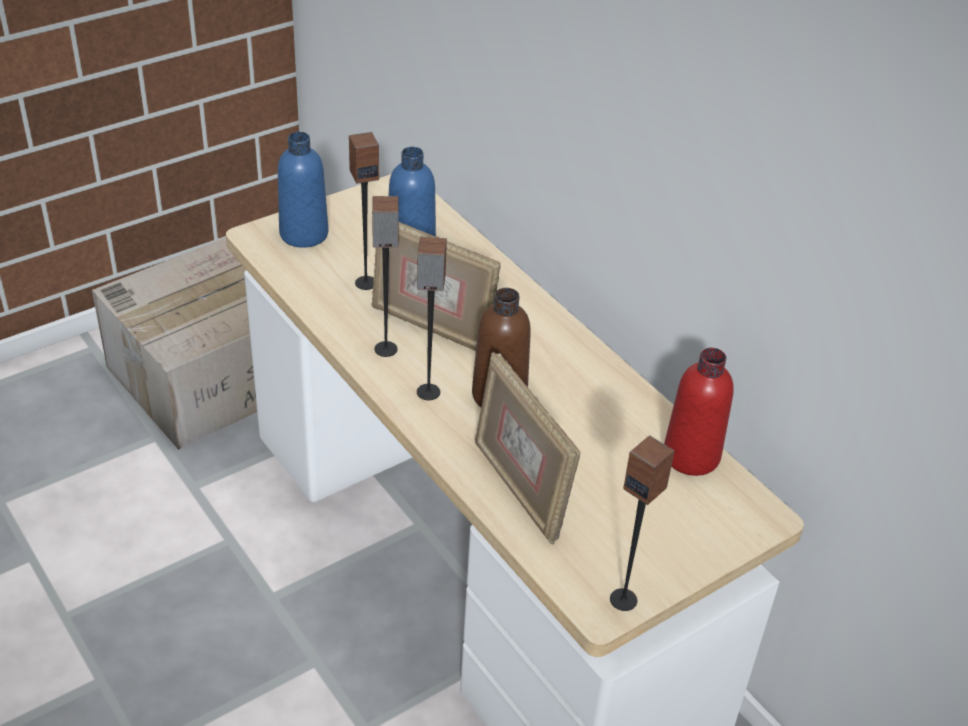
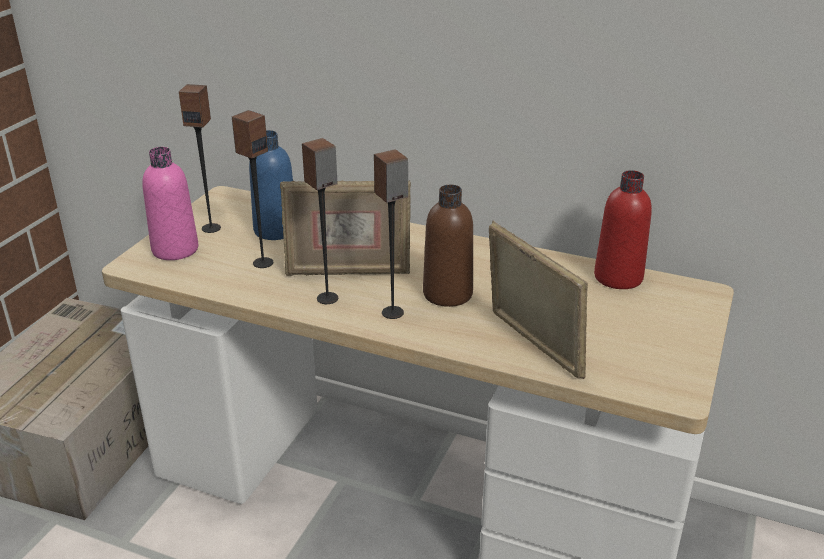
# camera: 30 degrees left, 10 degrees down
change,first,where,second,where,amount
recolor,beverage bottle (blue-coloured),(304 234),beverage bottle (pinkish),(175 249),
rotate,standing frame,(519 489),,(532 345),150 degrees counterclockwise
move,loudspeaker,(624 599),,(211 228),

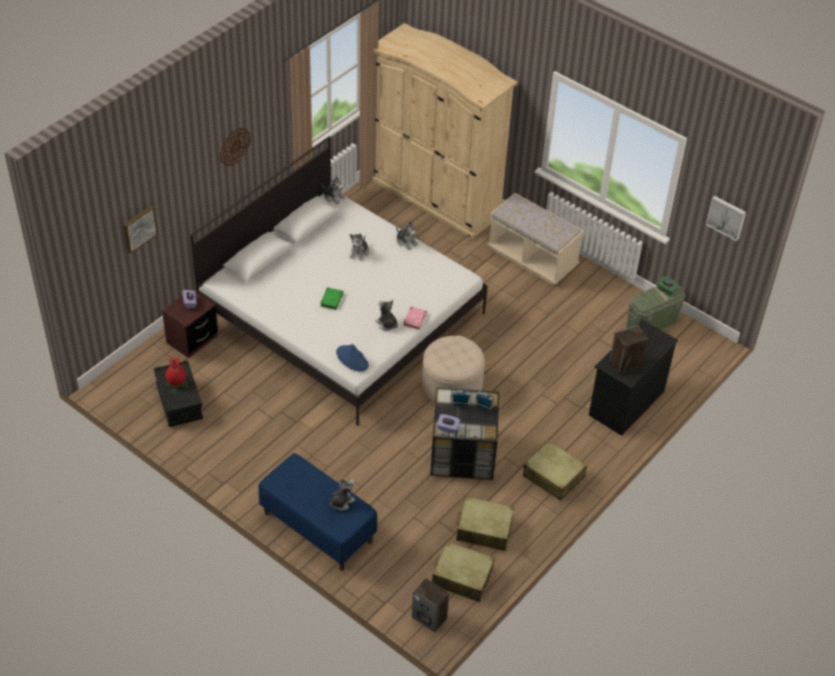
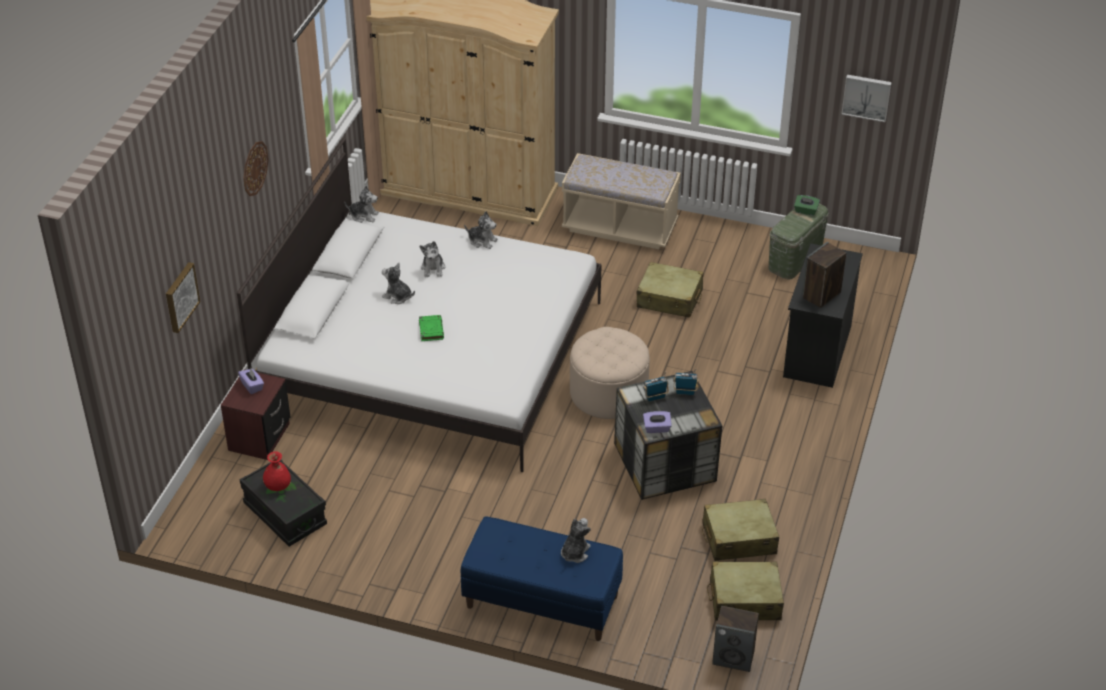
# camera: 20 degrees left, 5 degrees down
change,first,where,second,where,amount
move,cuddly toy,(387 324),,(397 296),
delete,volume (pinkish),(414 319),,,
delete,clothing hat (blue-coloured),(352 359),,,
move,travel case (beige),(553 477),,(669 299),

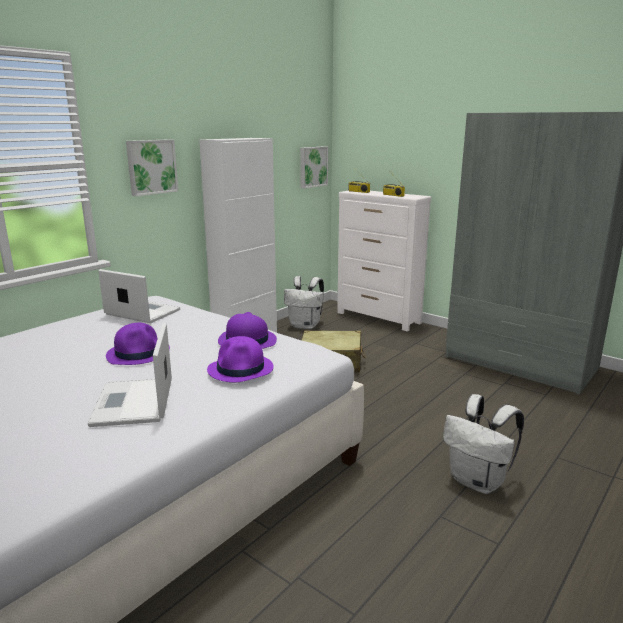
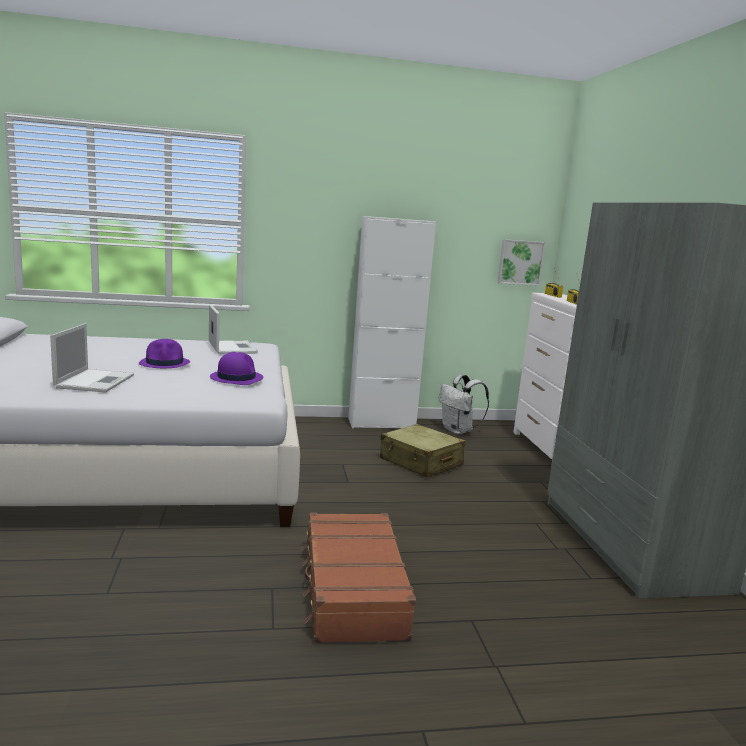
# camera: 40 degrees right, 5 degrees down
change,first,where,second,where,amount
delete,picture,(151 167),,,
rotate,laptop,(133 403),,(95 381),150 degrees clockwise
delete,clothing hat (purplish),(241 369),,,
replace,backpack (white-coloured),(478 482),travel case (brown),(352 590),

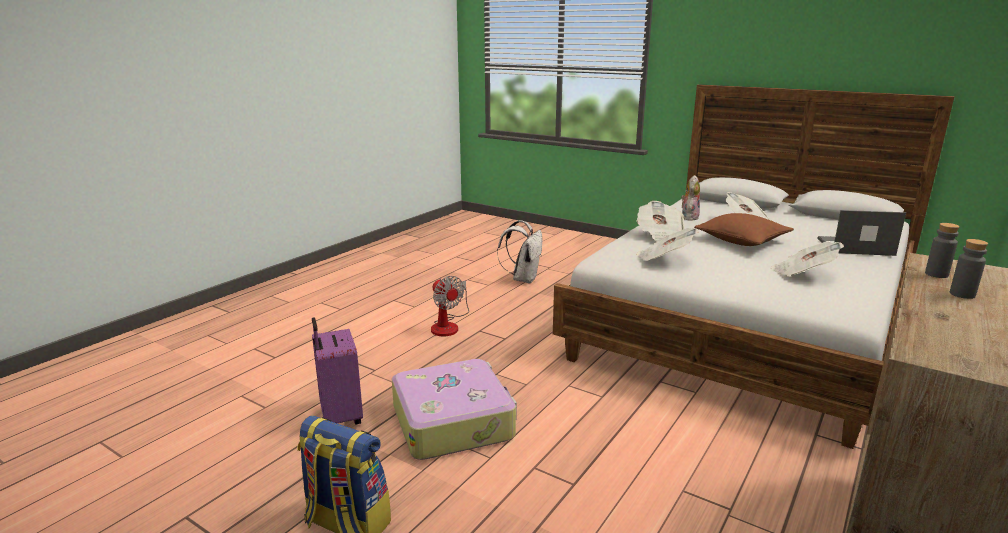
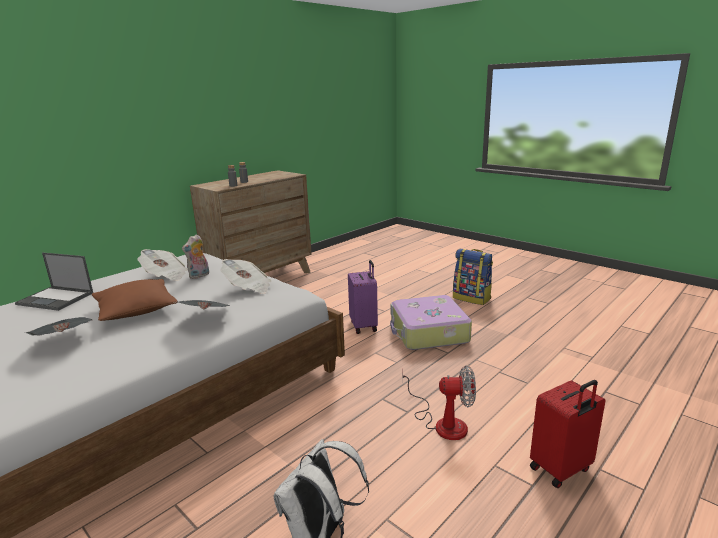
# camera: 170 degrees left, 0 degrees up
change,first,where,second,where,amount
move,cuddly toy,(689 217),,(199 276),
rotate,cooling fan,(448 325),,(442 423),120 degrees clockwise
move,travel case (purplish),(339 417),,(364 326),
insert,,,travel case (red-coloured),(561 469),

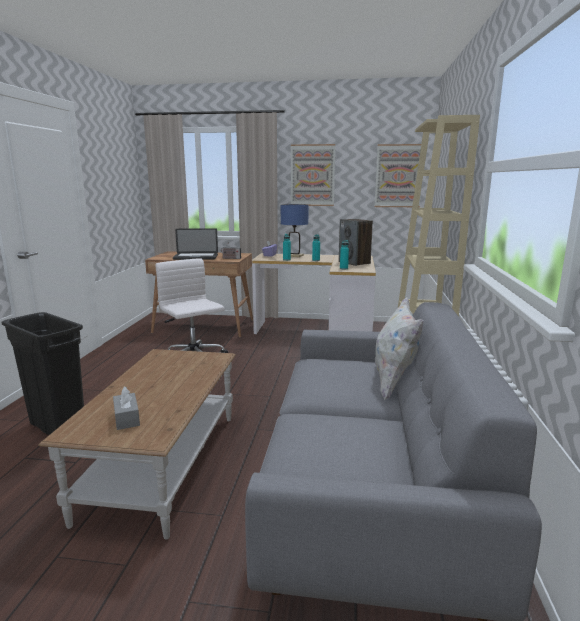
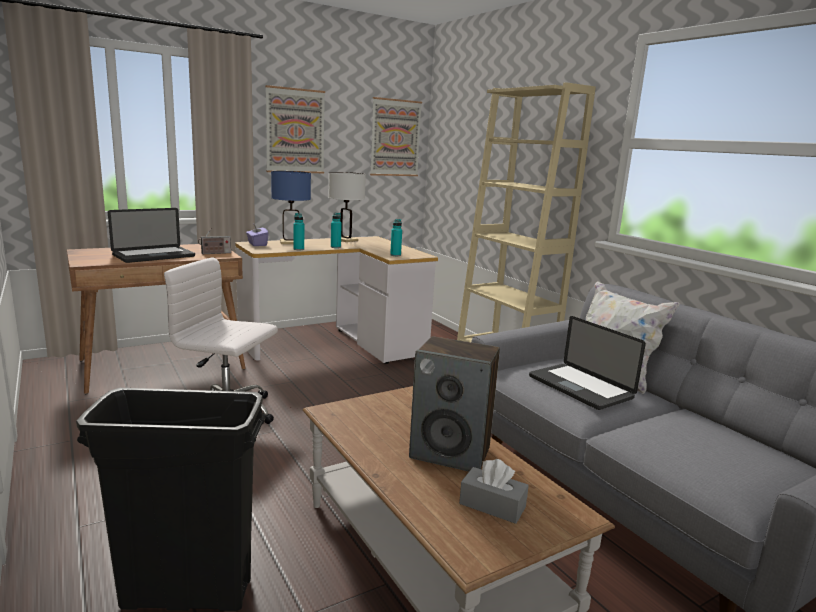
# camera: 40 degrees left, 0 degrees up
change,first,where,second,where,amount
move,loudspeaker,(354 263),,(451 453),
insert,,,tabletop lamp (white-coloured),(345 240),
insert,,,laptop,(580 387),

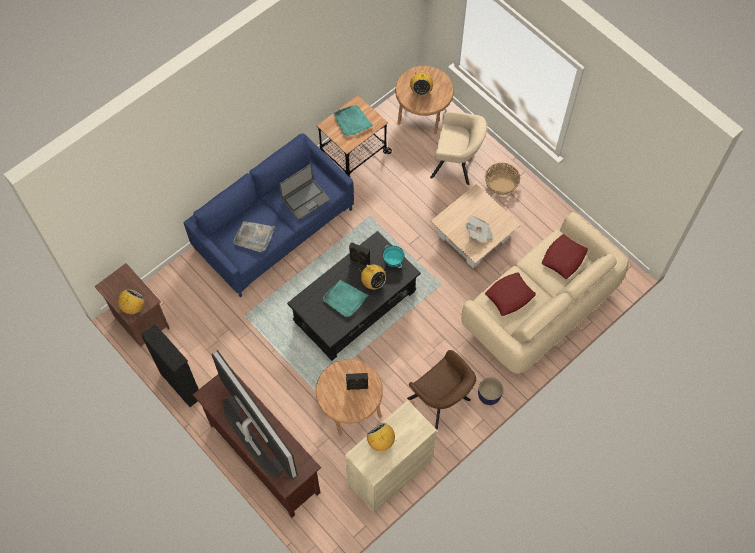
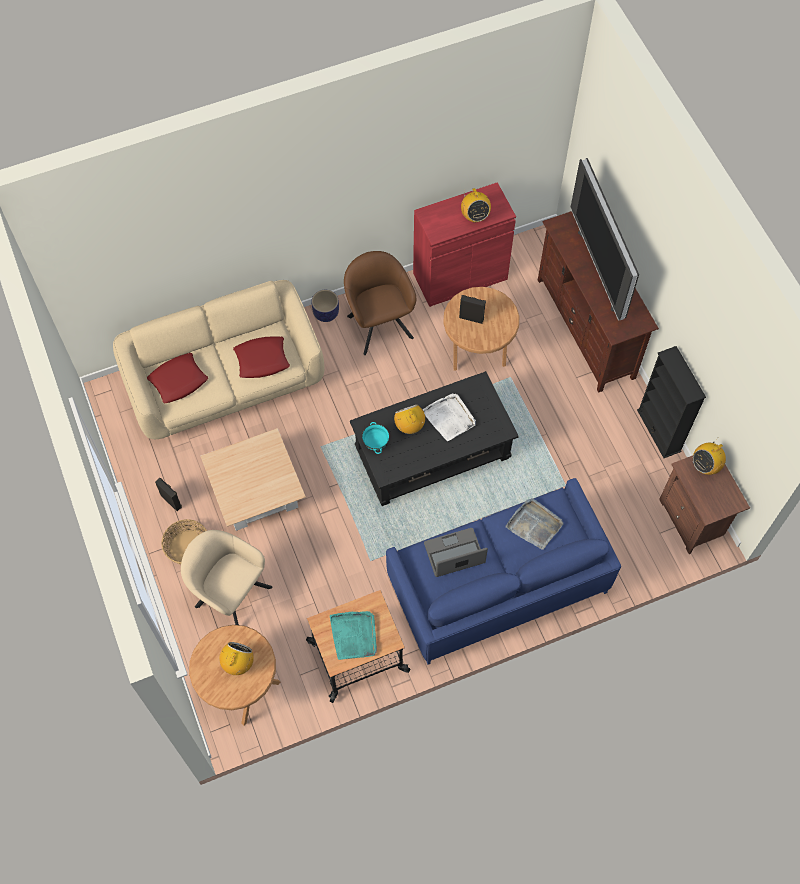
# camera: 160 degrees left, 0 degrees up
change,first,where,second,where,amount
delete,daily paper,(479 233),,,
move,loudspeaker (black),(359 261),,(171 501),
recolor,tray (turquoise),(345 299),tray (white-coloured),(449 418),
recolor,cupboard (beige),(389 472),cupboard (red-coloured),(460 276),

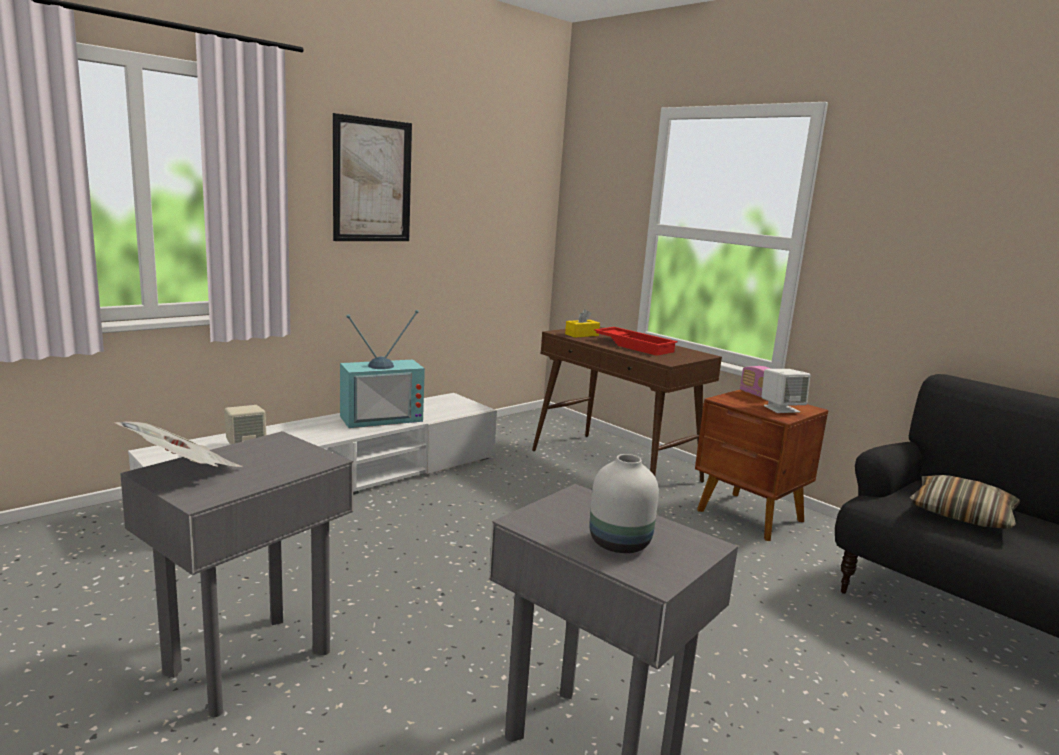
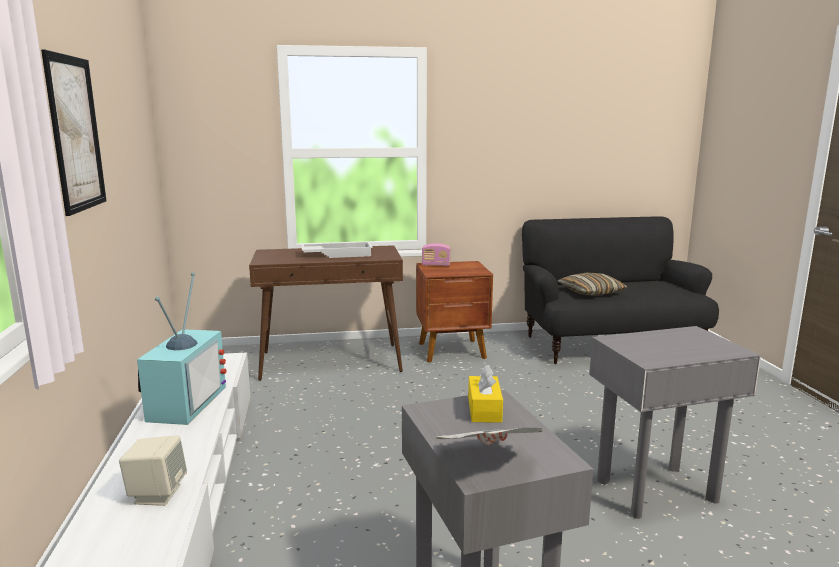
# camera: 55 degrees left, 0 degrees up
change,first,where,second,where,amount
move,tissue holder (yellow-coloured),(582 335),,(484 409),
recolor,tray (red-coloured),(635 346),tray (white-coloured),(337 254),
delete,loudspeaker (white-coloured),(781 409),,,
delete,vase (white-coloured),(619 542),,,

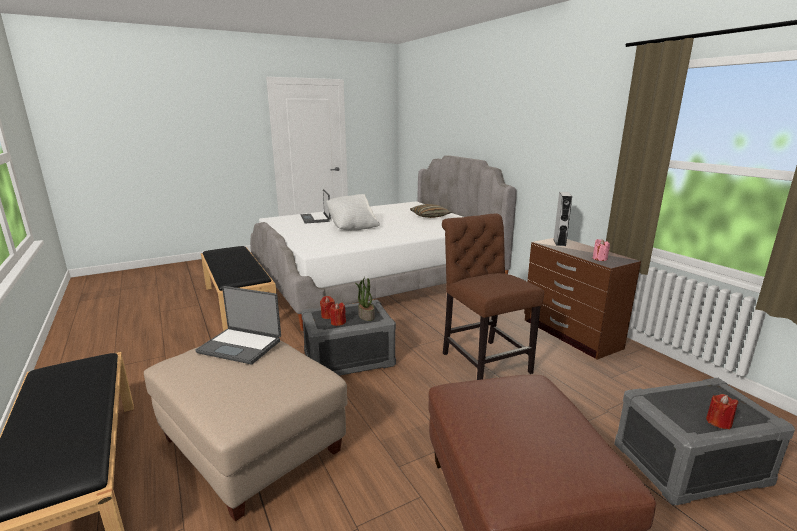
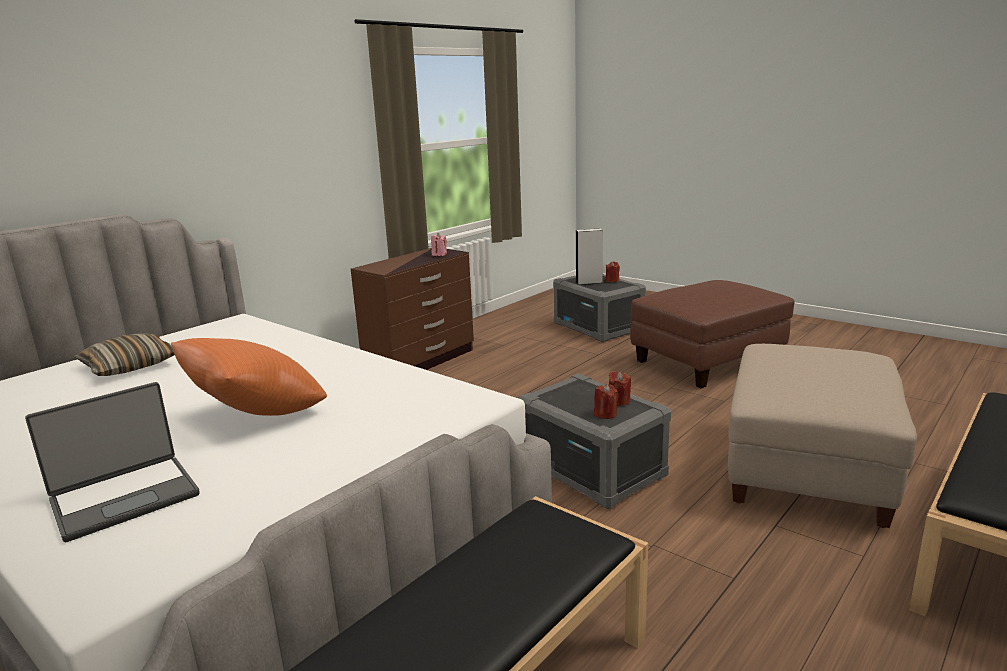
# camera: 110 degrees left, 0 degrees up
change,first,where,second,where,amount
move,loudspeaker (greyish),(559 242),,(589 282),
recolor,throw pillow (white-coloured),(352 228),throw pillow (orange),(256 415),
delete,plain chair (brown),(483 361),,,
delete,plant in a pot,(366 316),,,
delete,laptop,(241 346),,,

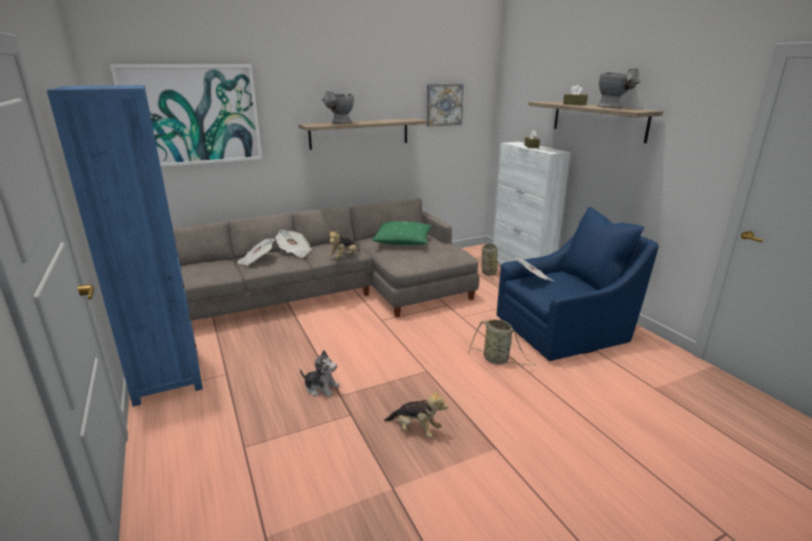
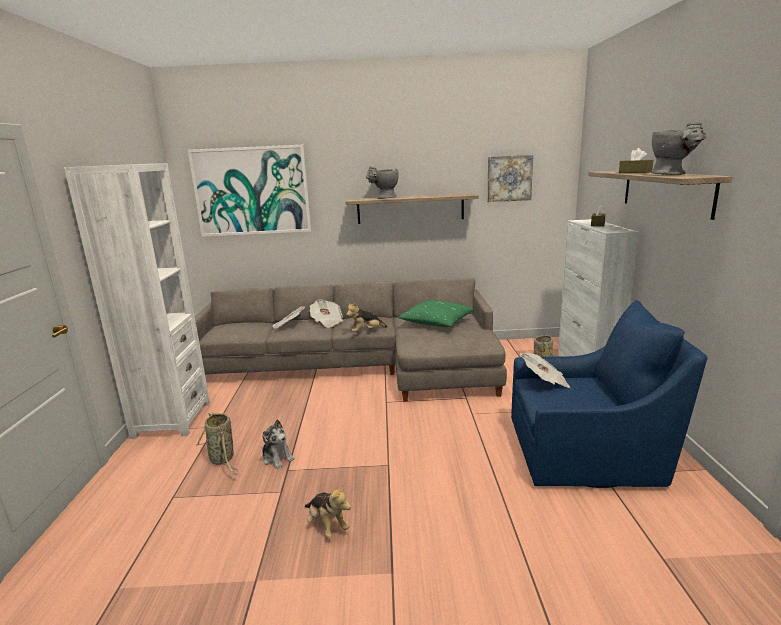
# camera: 25 degrees right, 5 degrees down
change,first,where,second,where,amount
recolor,bookshelf (blue-coloured),(167 377),bookshelf (white-coloured),(172 419),
move,storage basket,(497 360),,(222 460),

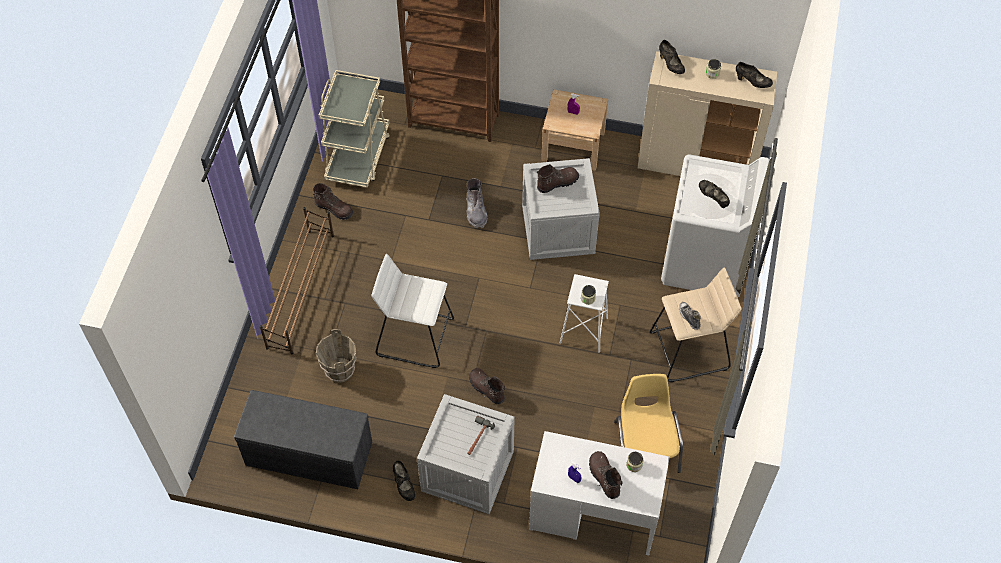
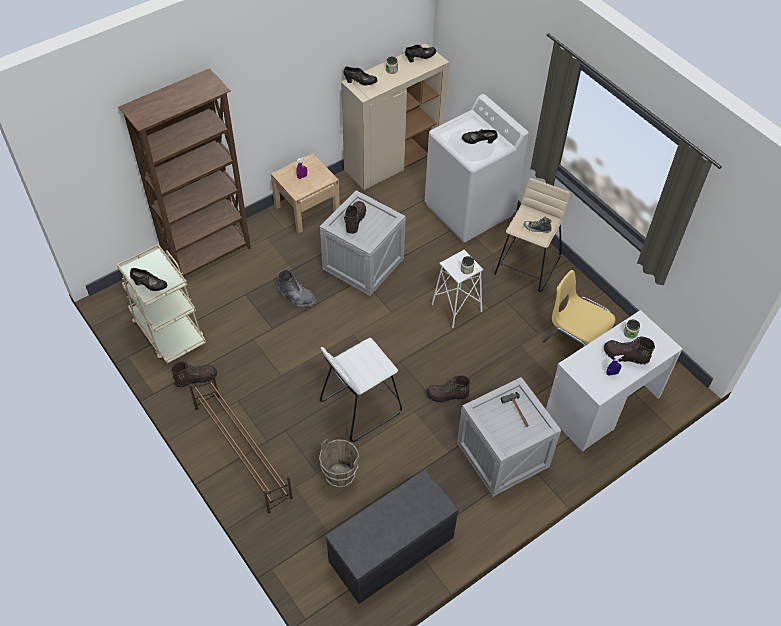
# camera: 50 degrees left, 5 degrees down
change,first,where,second,where,amount
move,shoe (black),(404 485),,(150 285),

